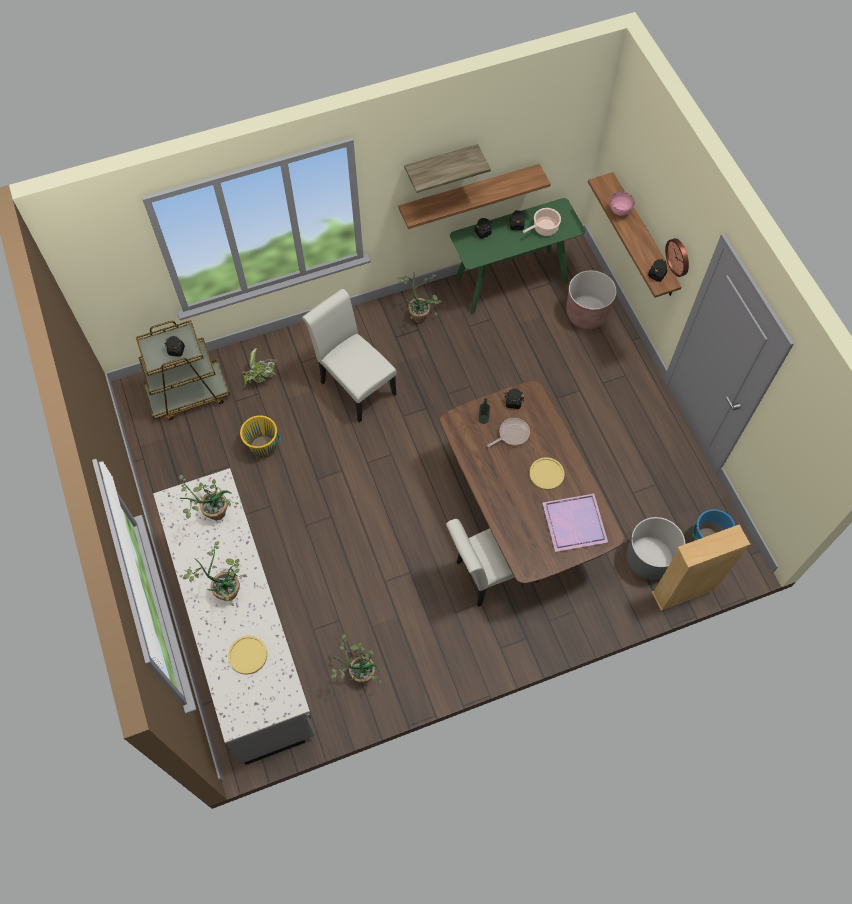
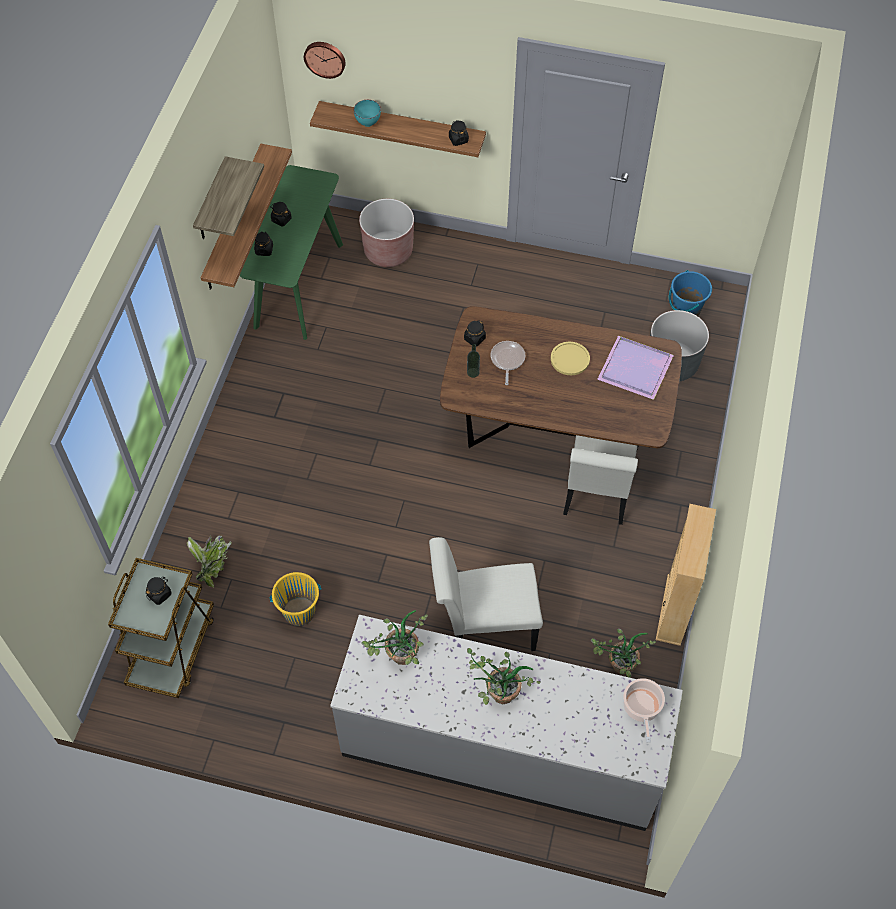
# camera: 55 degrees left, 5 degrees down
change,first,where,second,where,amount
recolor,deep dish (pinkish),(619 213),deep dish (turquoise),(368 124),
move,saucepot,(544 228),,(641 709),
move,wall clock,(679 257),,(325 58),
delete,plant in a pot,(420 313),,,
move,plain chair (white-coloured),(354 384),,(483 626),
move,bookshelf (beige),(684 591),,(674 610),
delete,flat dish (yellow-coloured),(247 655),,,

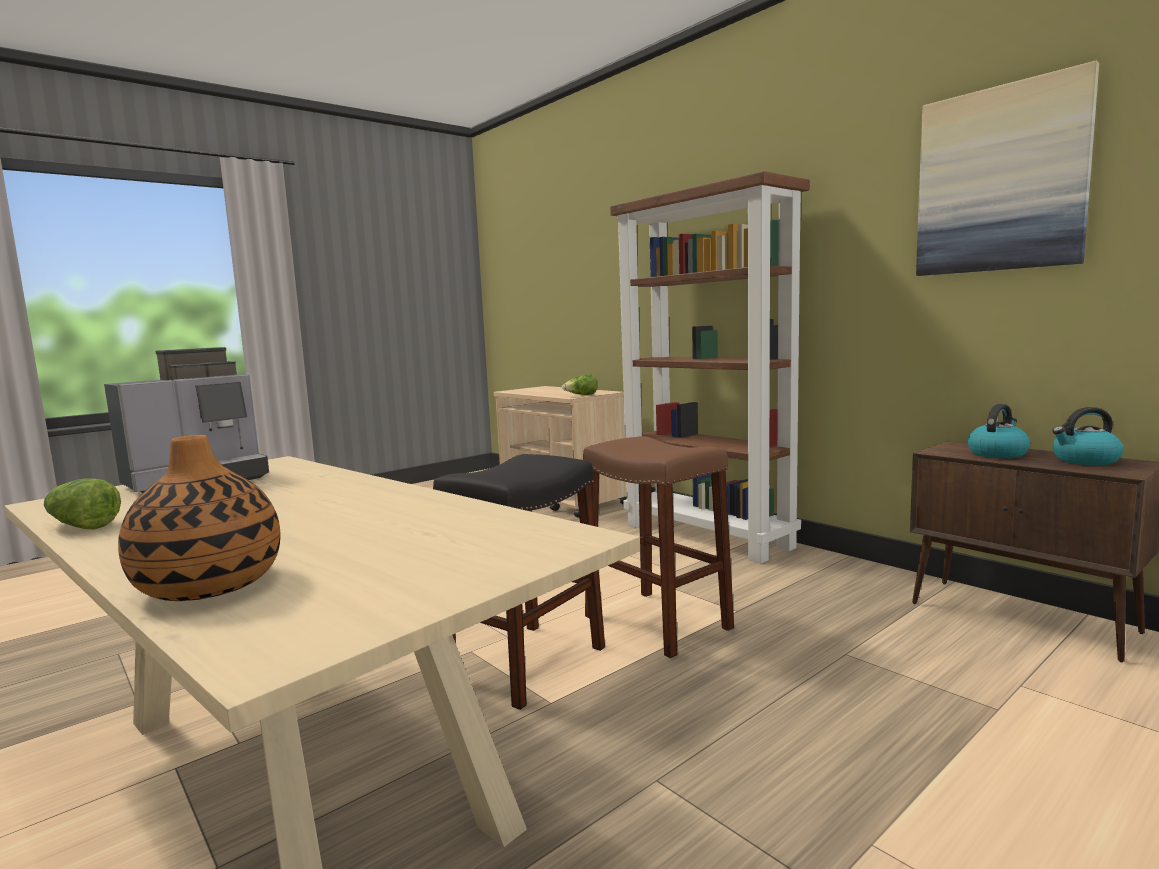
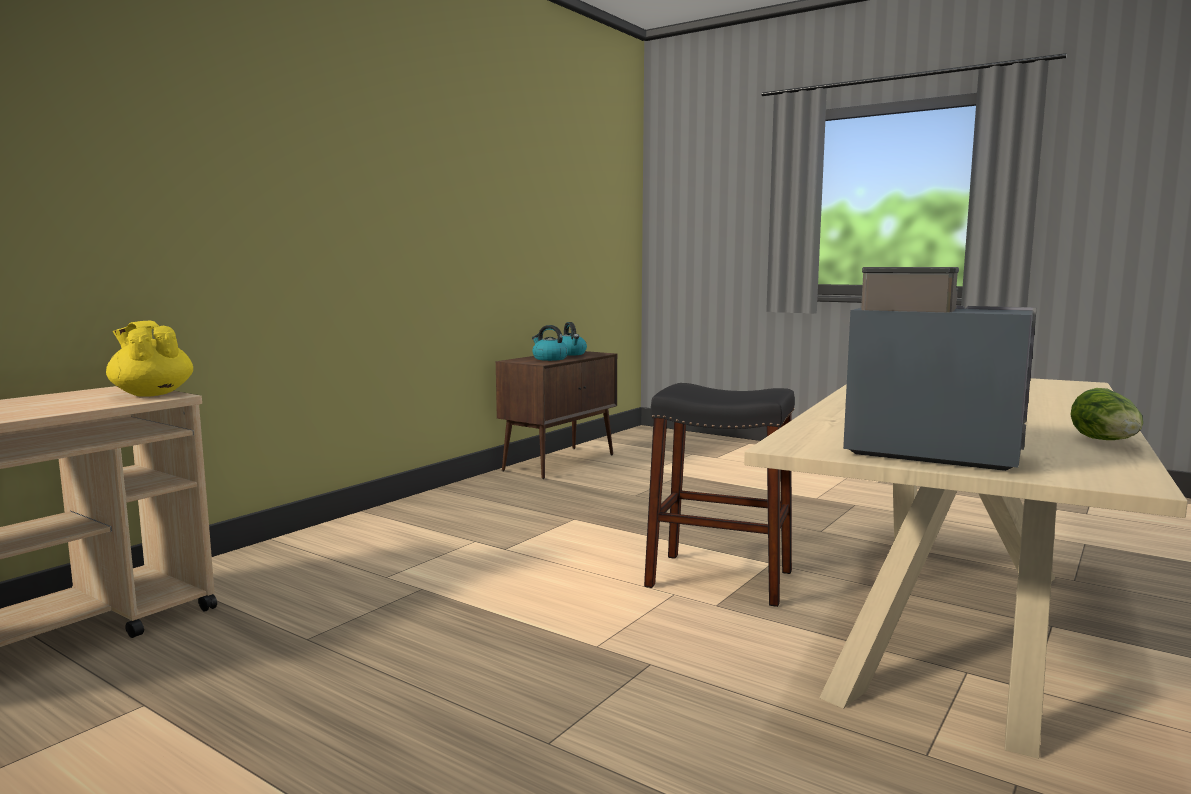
# camera: 105 degrees left, 0 degrees up
change,first,where,second,where,amount
delete,picture,(1000 180),,,
delete,bookshelf (brown),(708 536),,,
replace,head of lettuce,(581 395),tea pot (yellow-coloured),(152 394),
delete,vase,(209 585),,,
delete,stool seat (brown),(657 622),,,

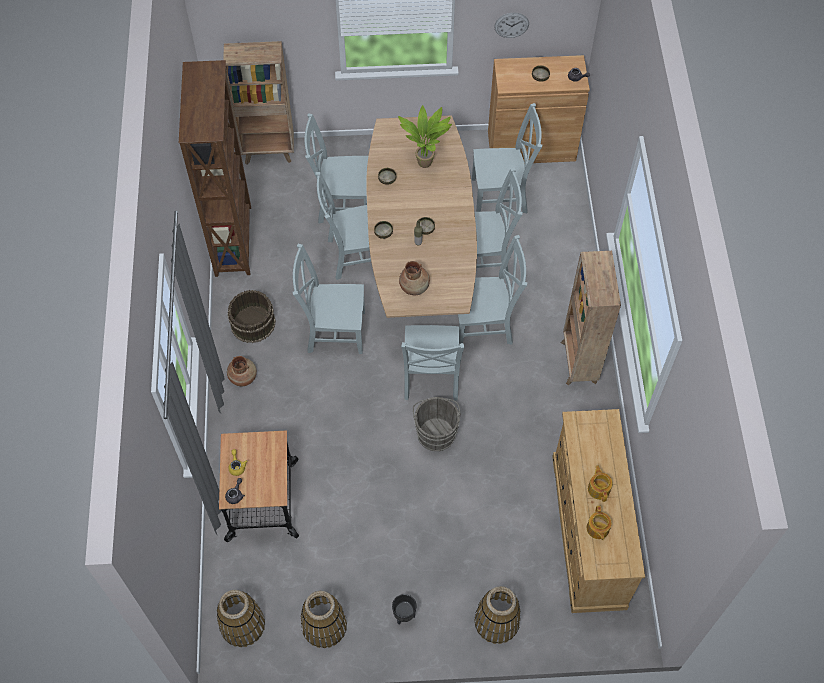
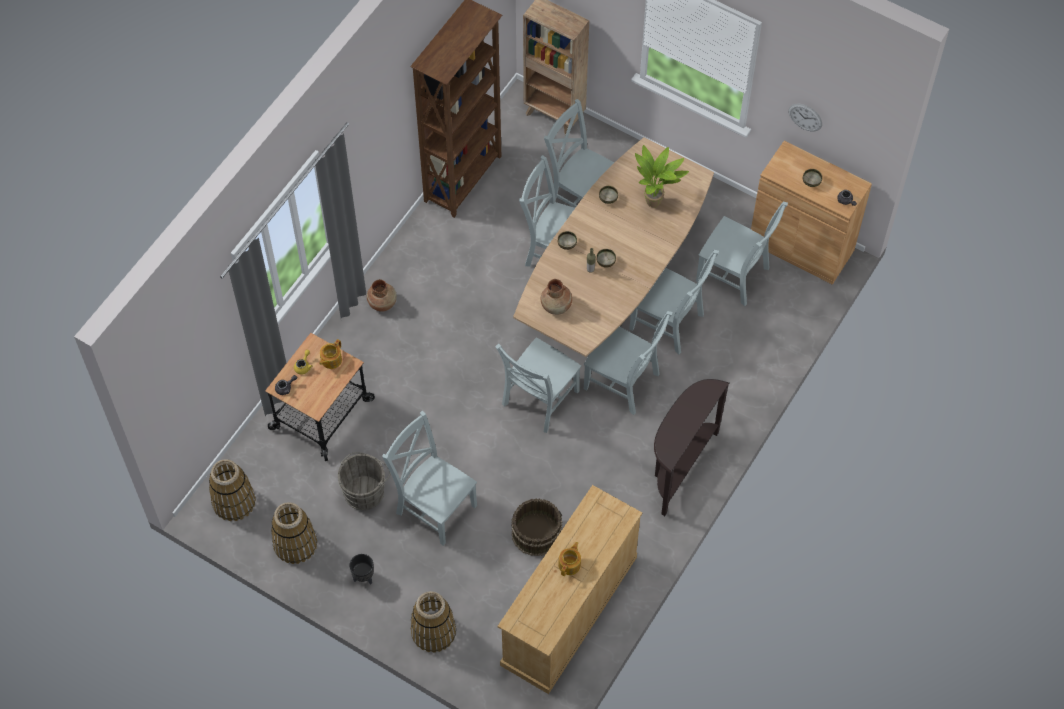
# camera: 35 degrees right, 0 degrees up
change,first,where,second,where,amount
move,plain chair (greyish),(333 331),,(434 507),
replace,bookshelf (brown),(578 363),narrow table (brown),(679 467),
move,pail (brown),(252 323),,(536 532),
move,pail (greyish),(436 432),,(365 491),
move,tea pot,(597 529),,(331 360),

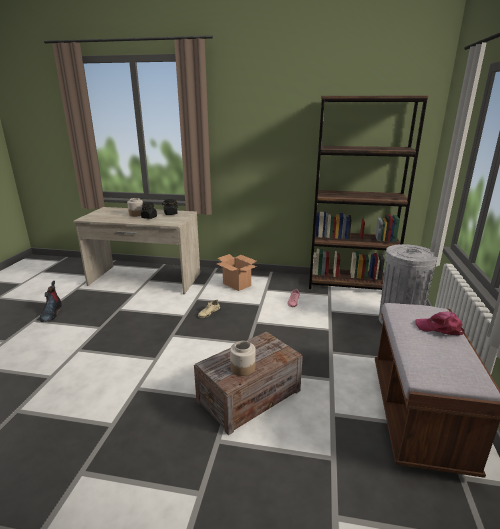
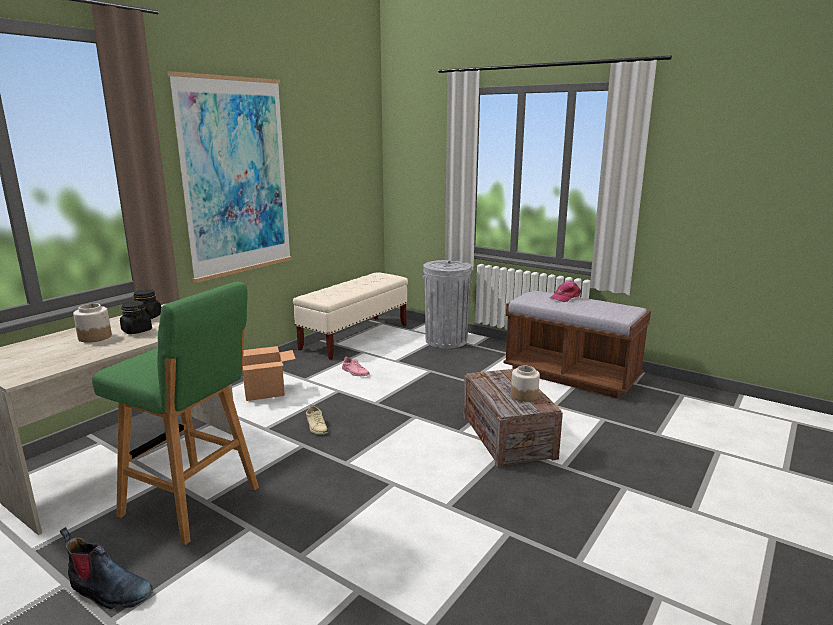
# camera: 65 degrees left, 5 degrees down
change,first,where,second,where,amount
replace,bookshelf (brown),(350 284),indoor bench (beige),(355 337),
insert,,,picture,(236 177),
insert,,,stool seat (green-coloured),(194 503),

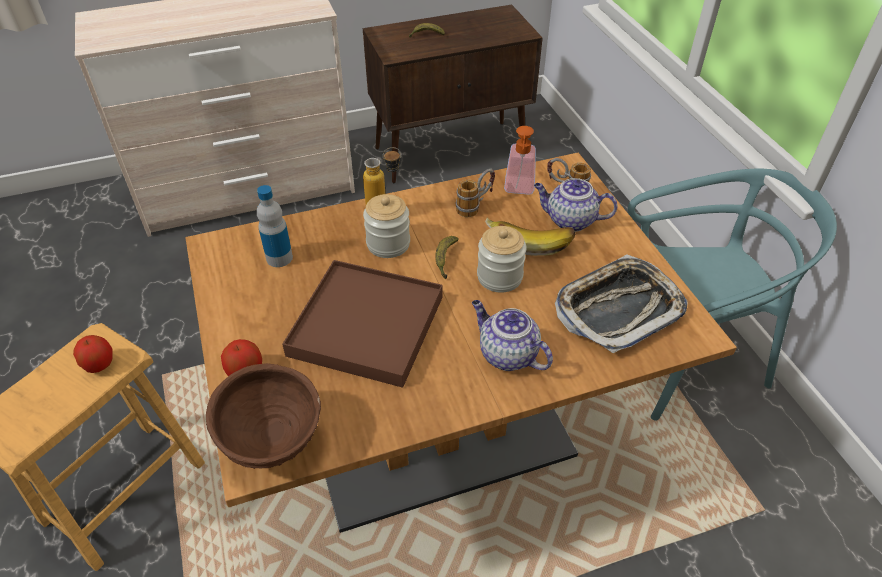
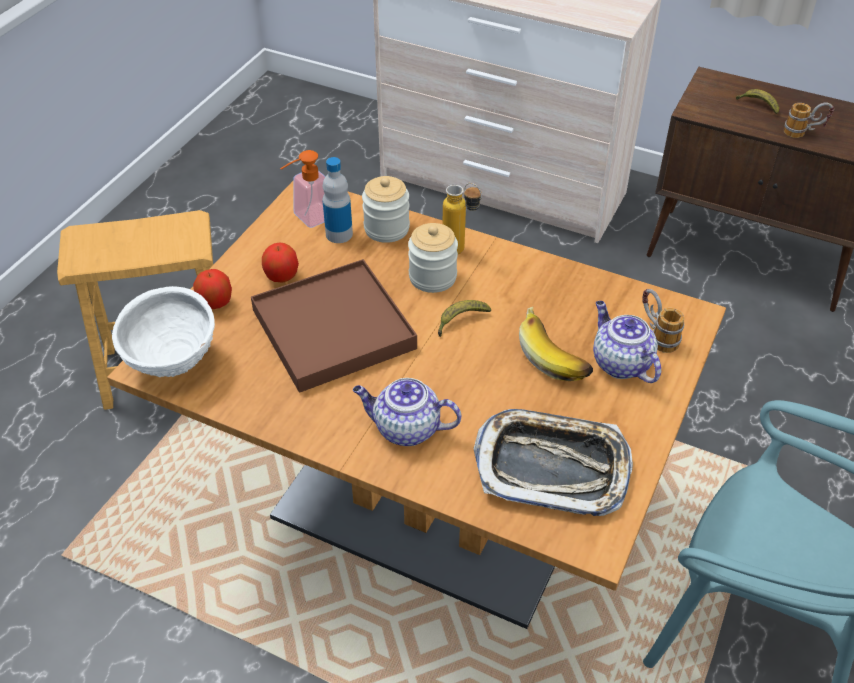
# camera: 45 degrees right, 0 degrees up
change,first,where,second,where,amount
move,soap bottle,(519 190),,(308 219),
move,tea mug,(475 206),,(804 133),
move,preserve jar,(499 277),,(386 228),
rotate,tea pot,(506 354),,(405 429),75 degrees counterclockwise
move,apple,(99 364),,(282 276),
recolor,deep dish (brown),(273 444),deep dish (white-coloured),(173 364),

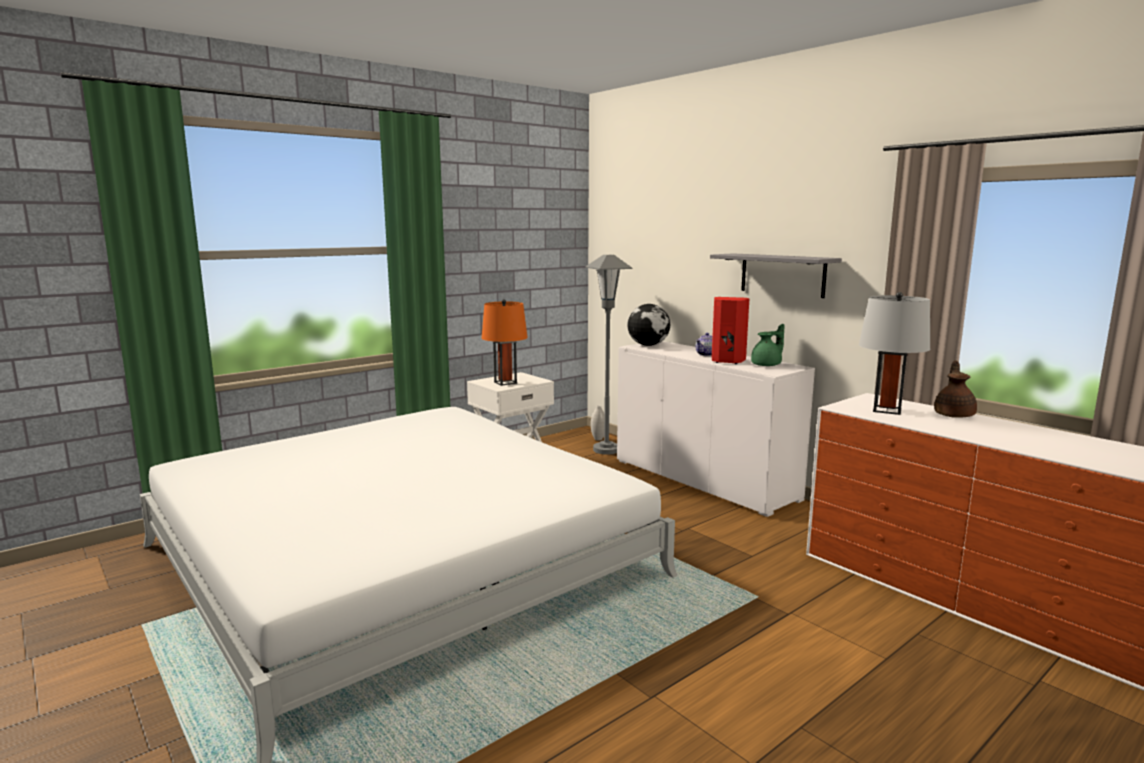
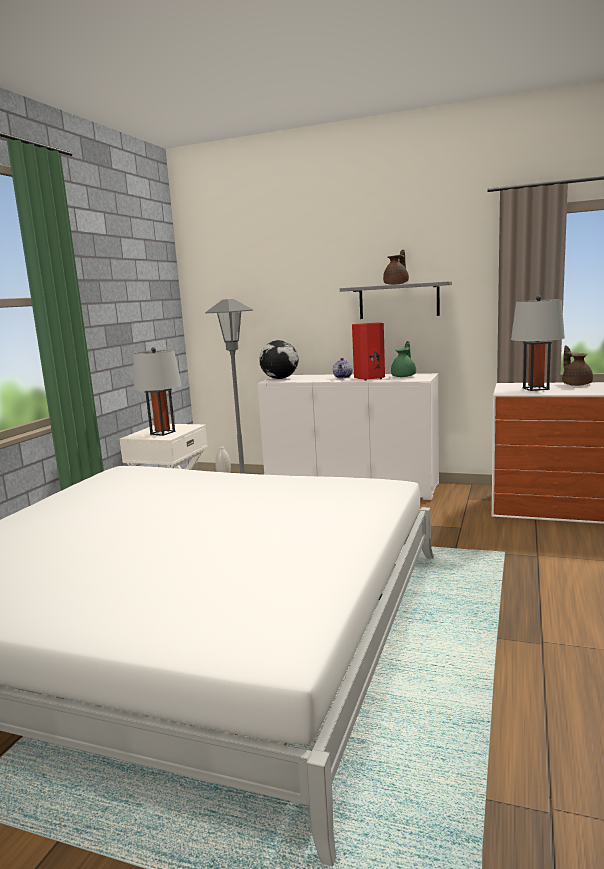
# camera: 30 degrees left, 0 degrees up
change,first,where,second,where,amount
recolor,tabletop lamp (orange),(505 382),tabletop lamp (greyish),(162 433),
insert,,,tea pot (brown),(397 284),

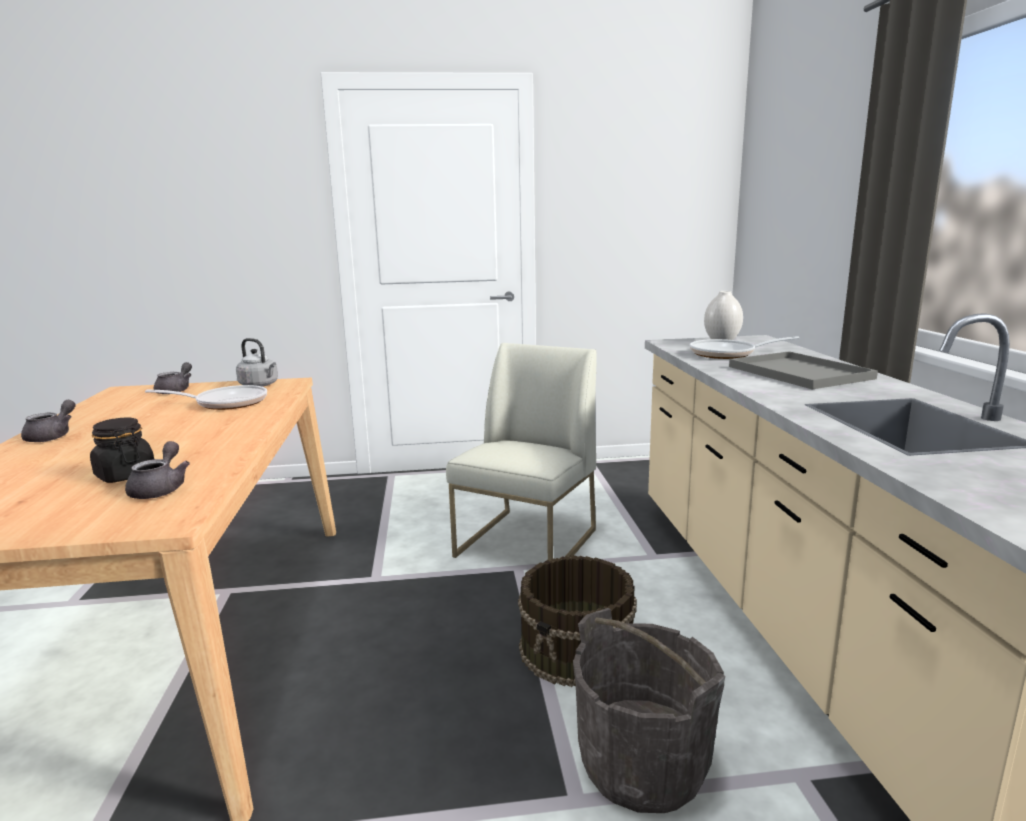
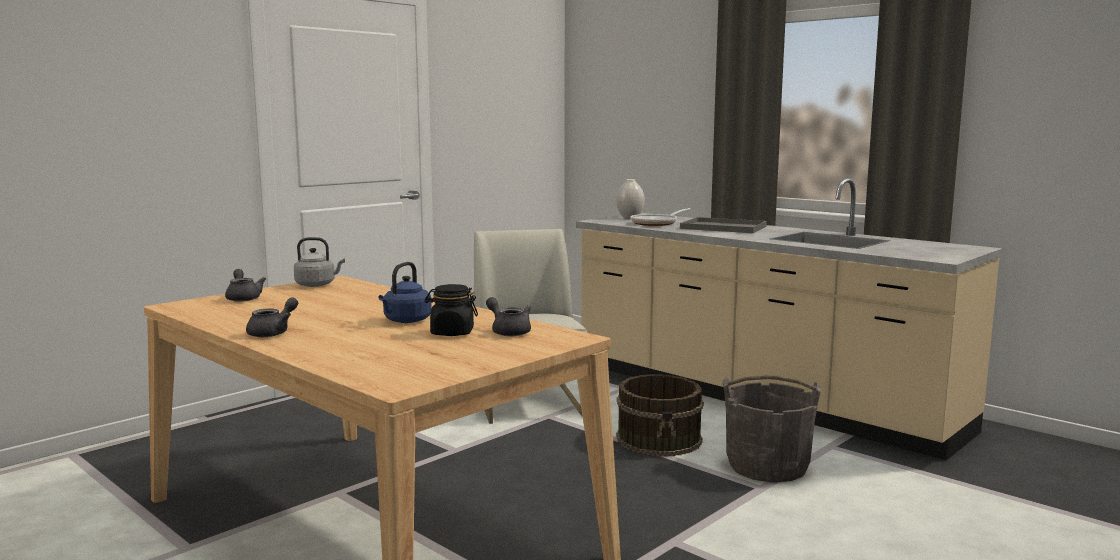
# camera: 40 degrees left, 5 degrees down
change,first,where,second,where,amount
delete,skillet,(226 403),,,
rotate,tea pot (greyish),(53 436),,(273 333),60 degrees clockwise
insert,,,tea kettle (blue-coloured),(405 321),

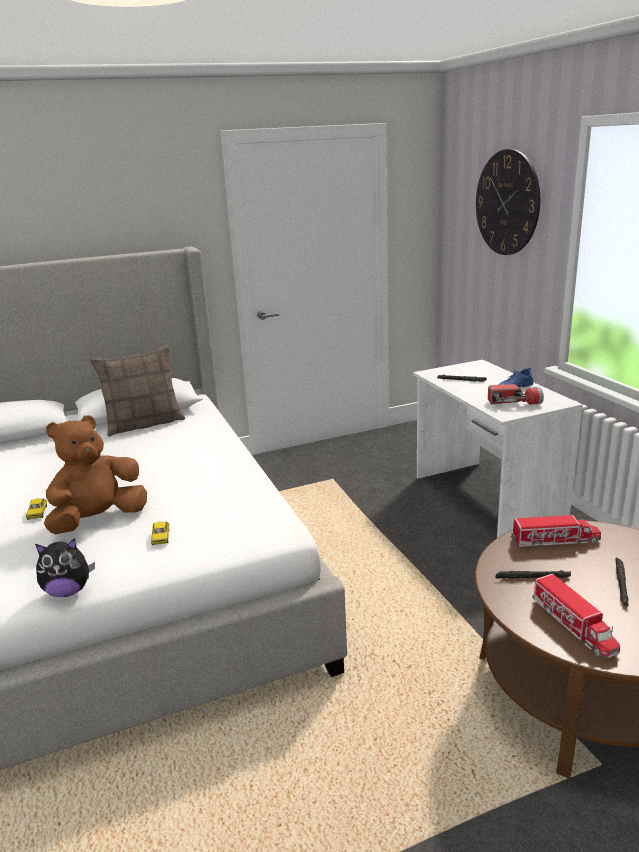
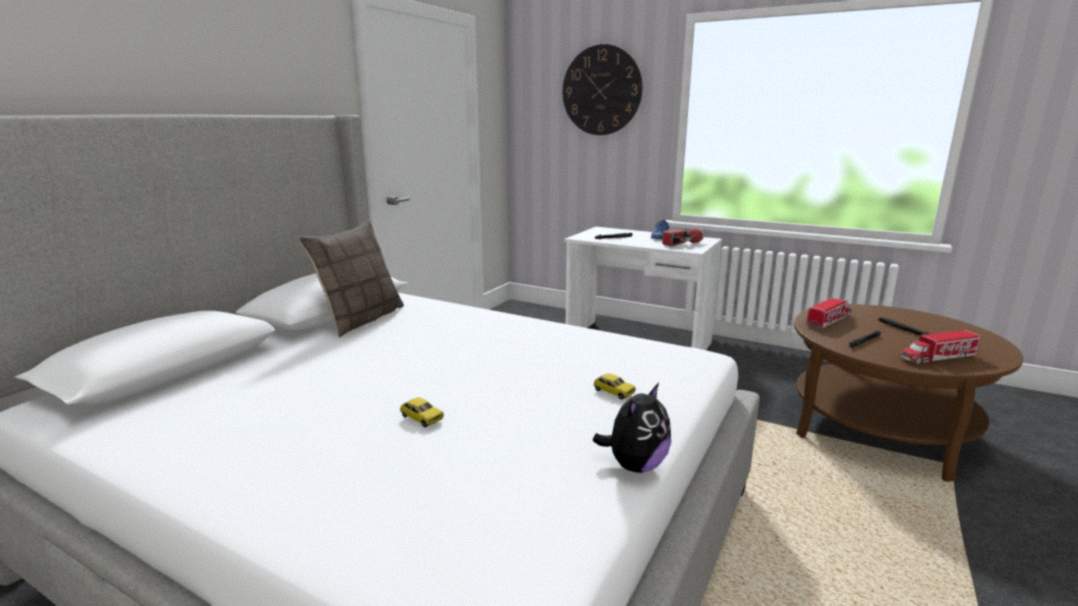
# camera: 40 degrees left, 5 degrees down
change,first,where,second,where,amount
delete,cuddly toy (brown),(98 520),,,
rotate,toy truck,(573 626),,(937 357),135 degrees clockwise

